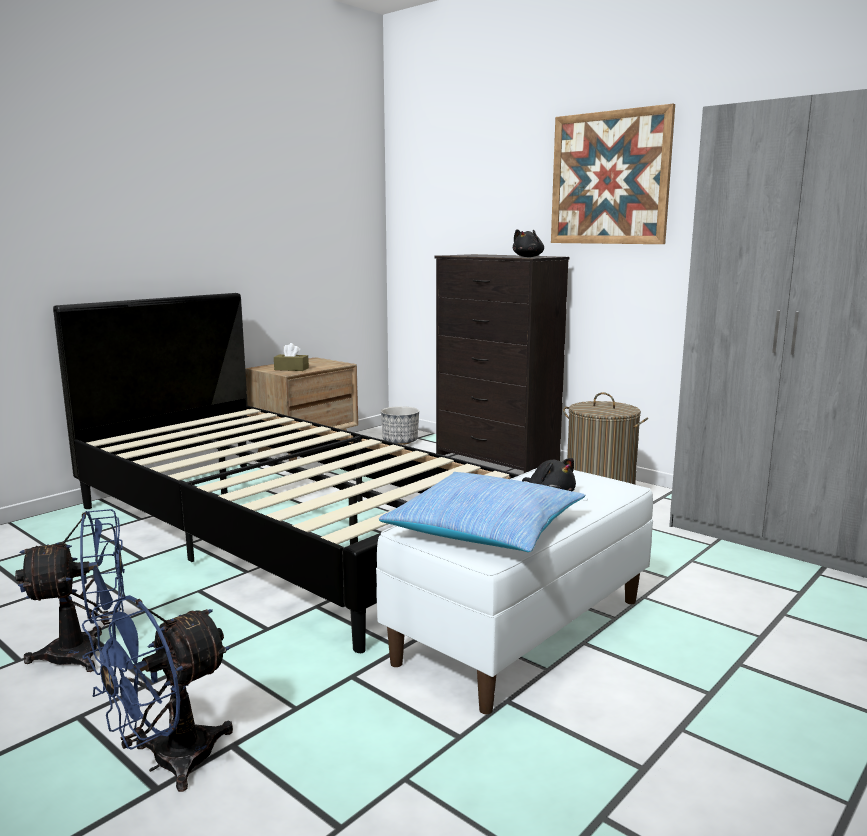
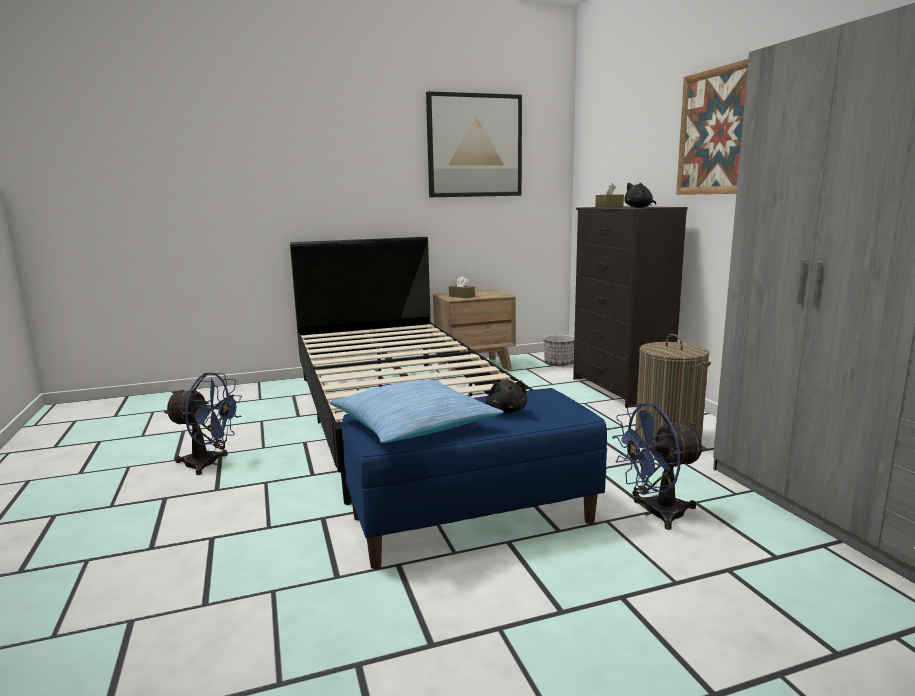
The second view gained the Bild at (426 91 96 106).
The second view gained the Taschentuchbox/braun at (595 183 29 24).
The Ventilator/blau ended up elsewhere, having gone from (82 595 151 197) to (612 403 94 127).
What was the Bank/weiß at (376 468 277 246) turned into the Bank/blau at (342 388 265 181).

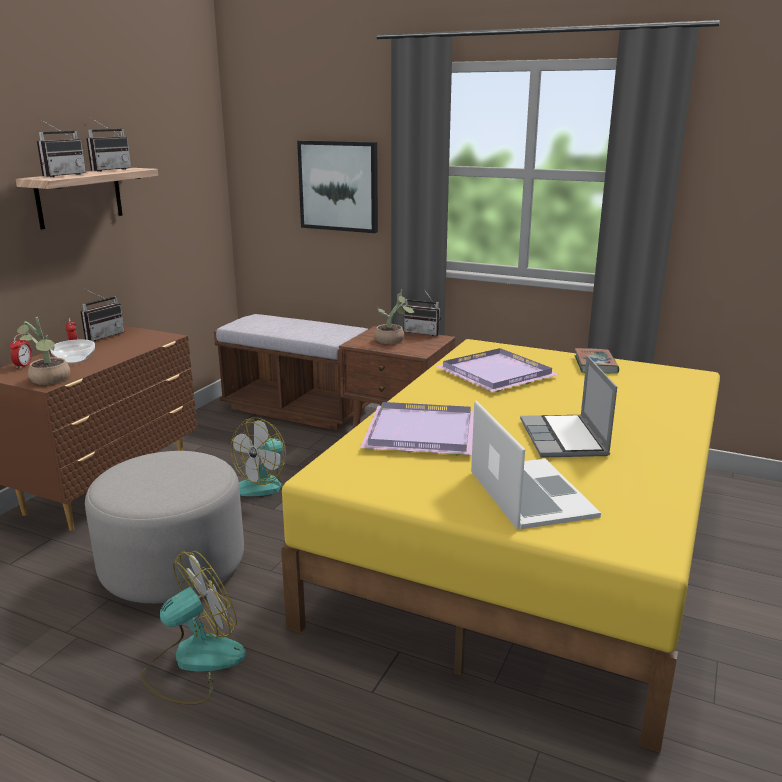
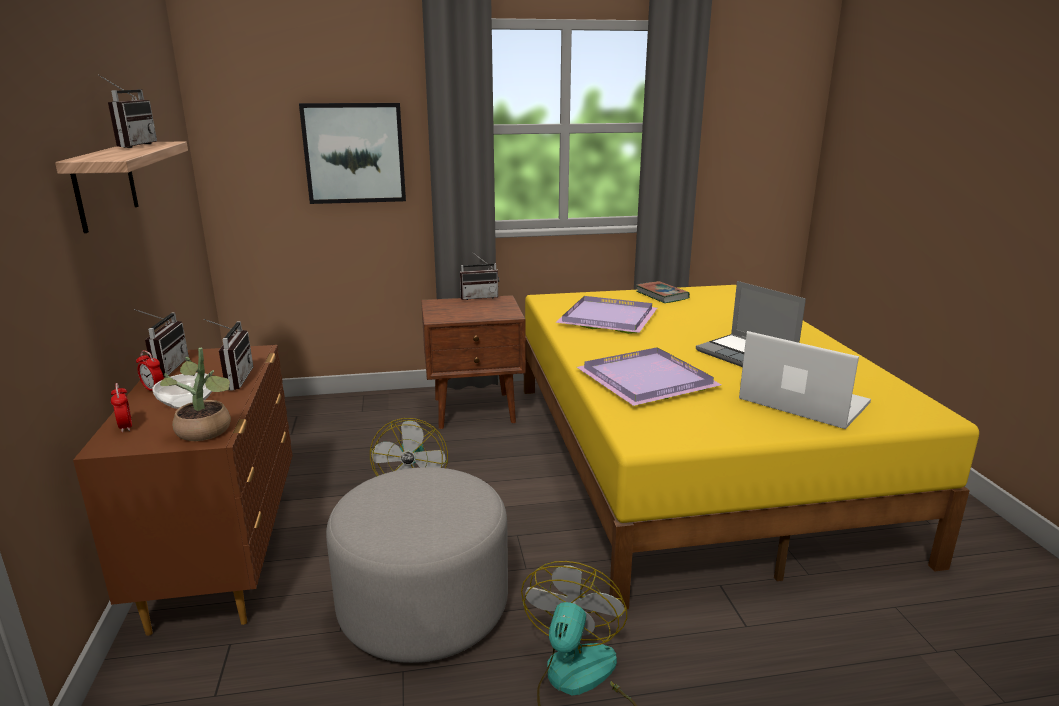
The second view lost the Bank/braun at (214 314 156 116).
The second view lost the Topfpflanze at (374 289 40 55).
The Radio ended up elsewhere, having gone from (37 119 49 58) to (204 319 49 71).

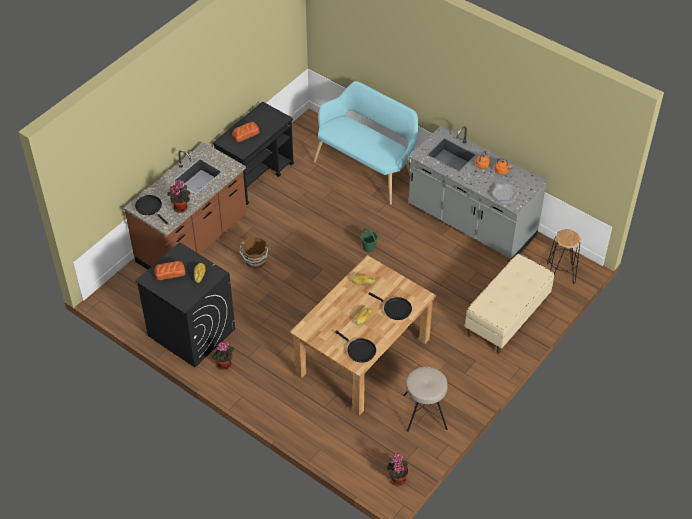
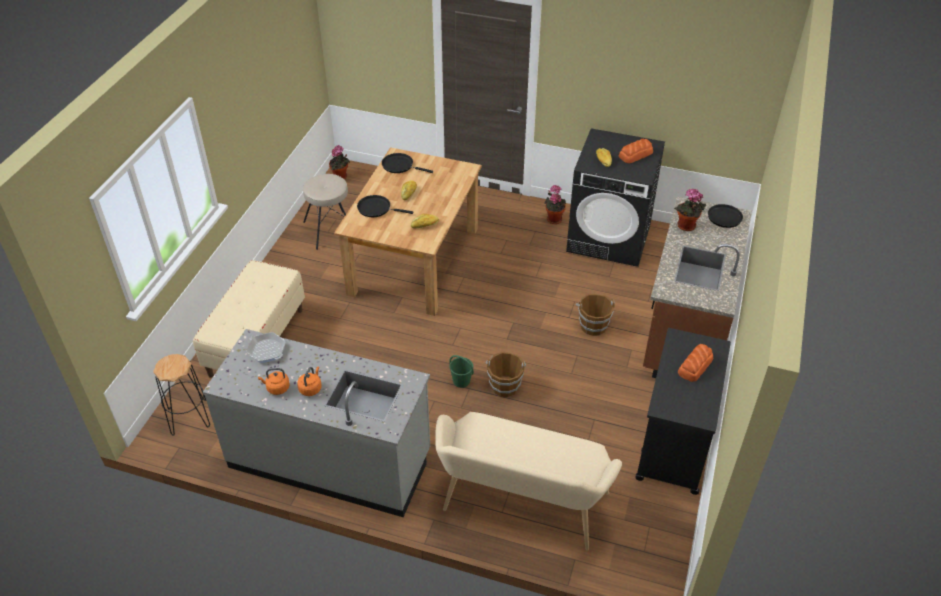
The second view gained the Eimer/braun at (486 352 40 45).
What was the Bank/türkis at (314 81 104 124) turned into the Bank/beige at (435 412 187 139).

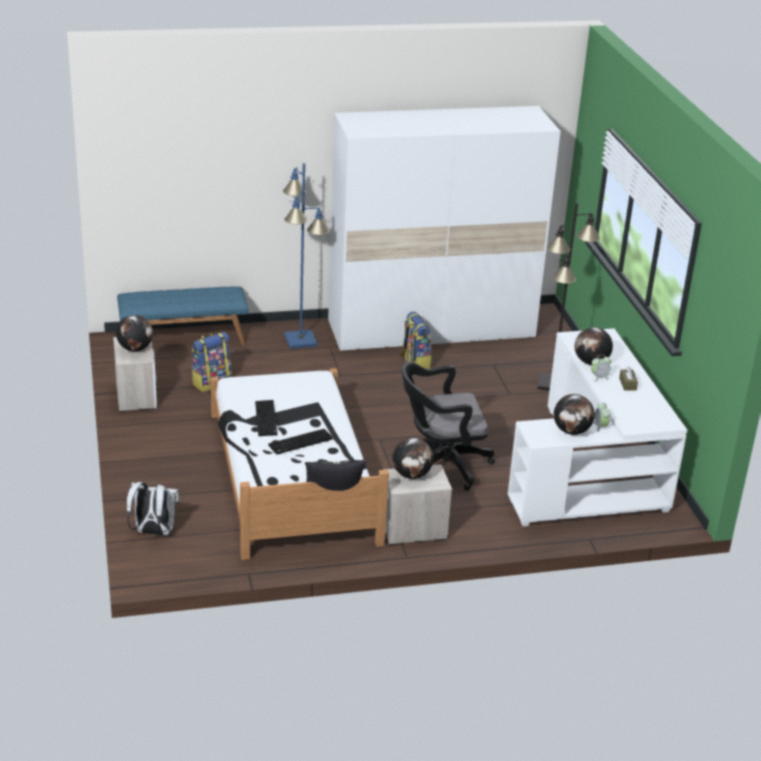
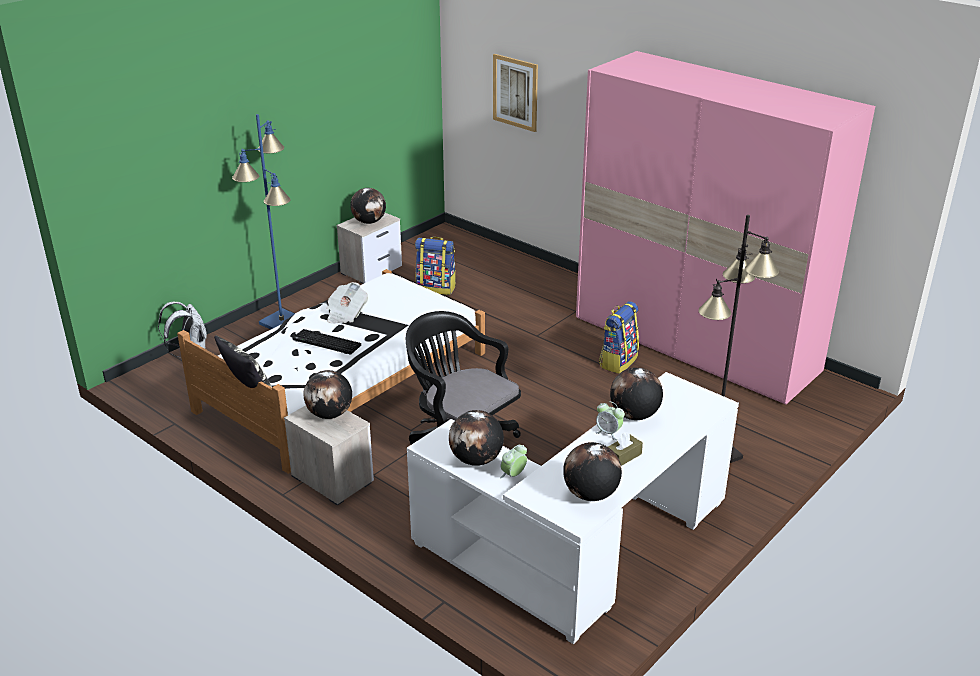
The second view lost the Bank/blau at (117 287 131 59).
The second view gained the Bild at (493 54 45 78).
The second view gained the Globus at (563 442 59 59).
The Stehlampe/blau ended up elsewhere, having gone from (283 163 47 186) to (232 114 63 216).
Where the Tastatur stood at (255 400 22 36), the Zeitung came to stand at (326 282 42 42).
What was the Kleiderschrank/weiß at (328 106 233 245) turned into the Kleiderschrank/rosa at (576 51 299 354).

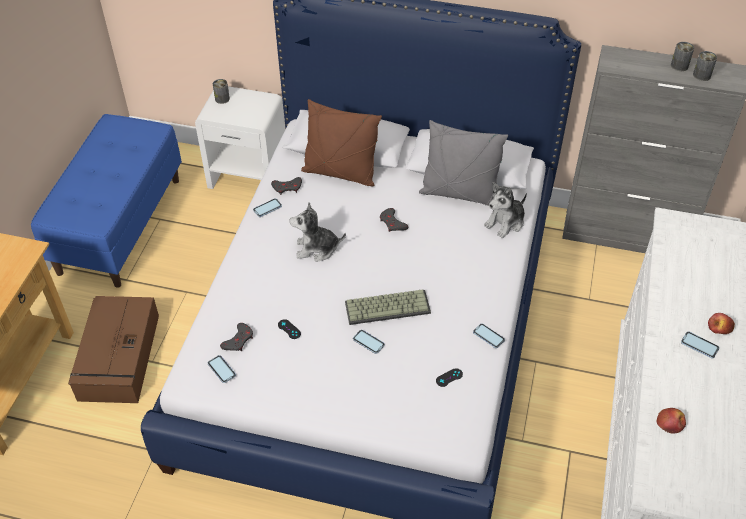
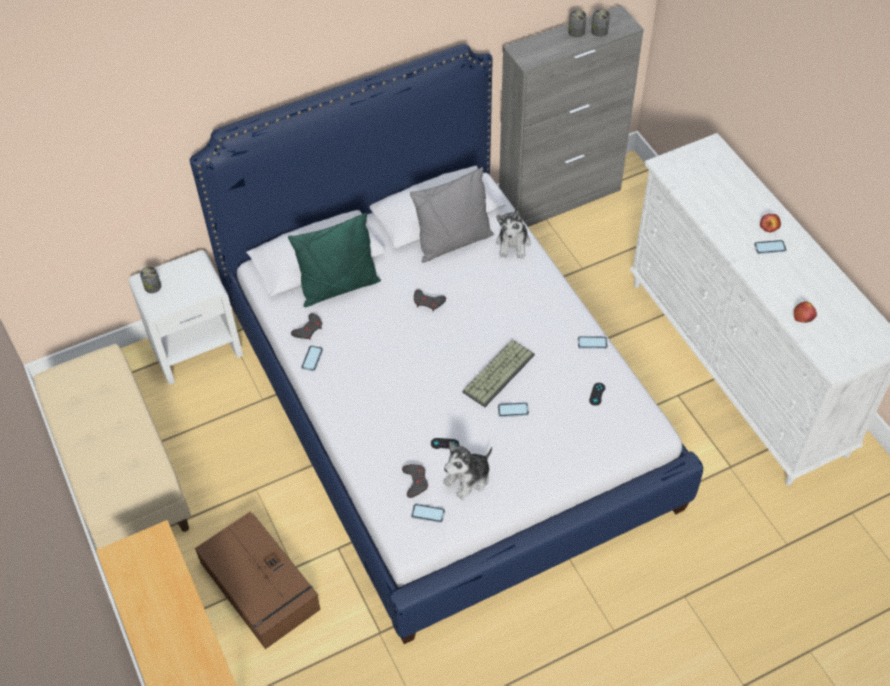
The Plüschtier ended up elsewhere, having gone from (289 202 57 60) to (443 441 49 59).
What was the Bank/blau at (31 114 151 174) turned into the Bank/beige at (33 344 158 205).
What was the Kissen/braun at (301 99 81 88) turned into the Kissen/grün at (288 213 93 94).

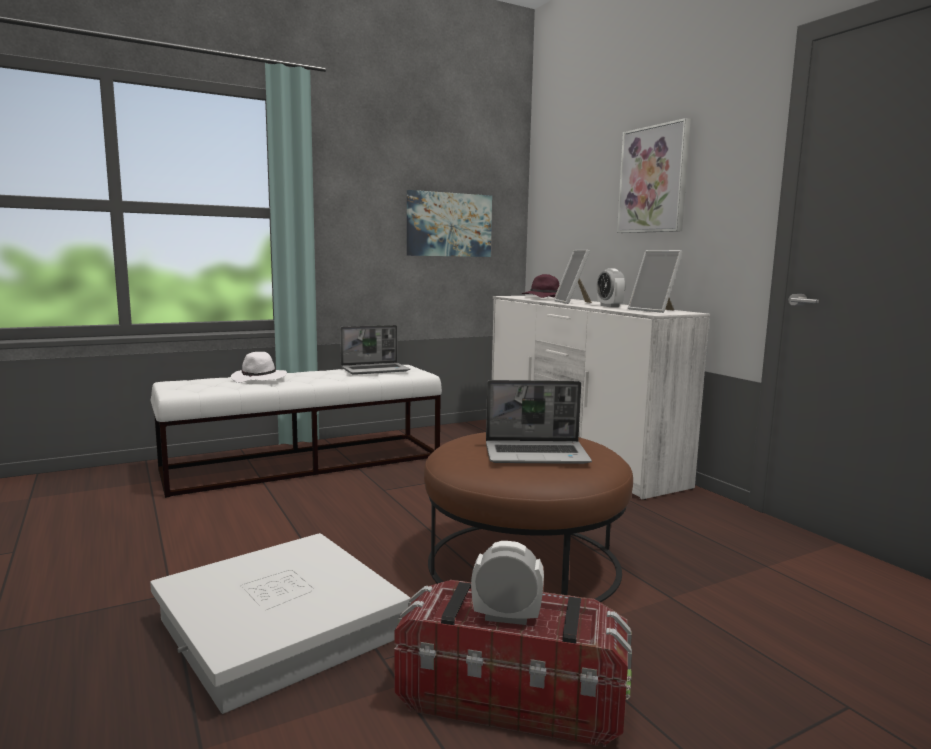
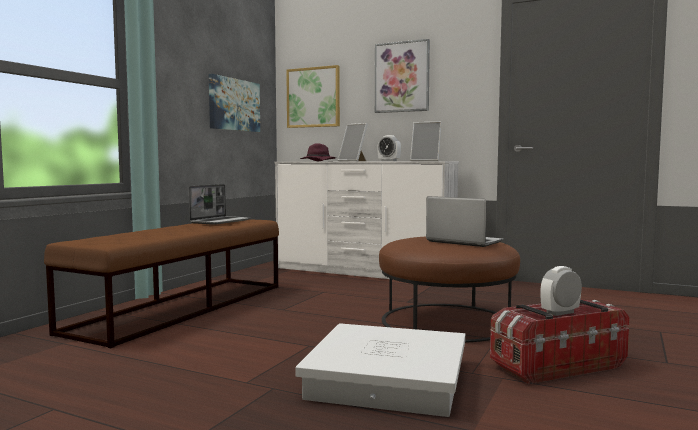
The second view lost the Hut/weiß at (231 352 56 31).
The second view gained the Bild at (286 65 54 63).
What was the Bank/weiß at (151 365 291 133) turned into the Bank/braun at (44 219 235 129).
The Laptop at (486 380 106 84) ended up facing another way, 105 degrees counterclockwise from before.

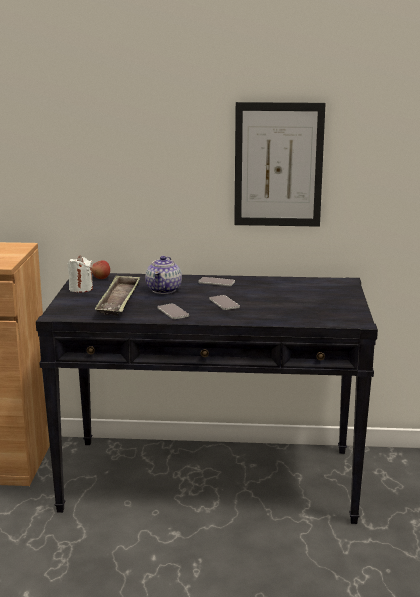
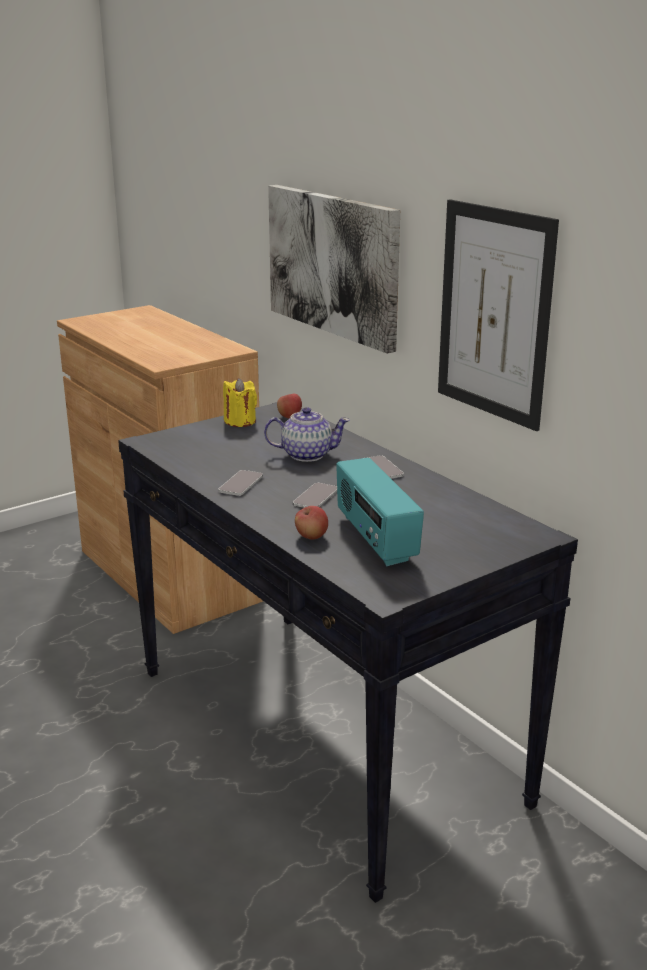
The second view lost the Tablett at (95 275 45 41).
The second view gained the Bild at (268 185 132 169).
The second view gained the Apfel at (295 506 33 33).
The second view gained the Radio at (336 458 88 108).
What was the Kerze/weiß at (68 255 25 38) turned into the Kerze/gelb at (223 378 34 49).
The Teekanne at (145 256 37 38) ended up facing another way, 150 degrees counterclockwise from before.

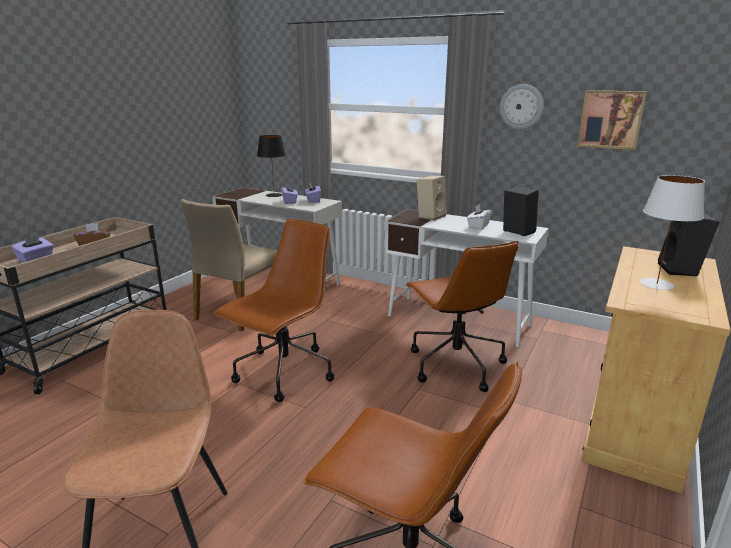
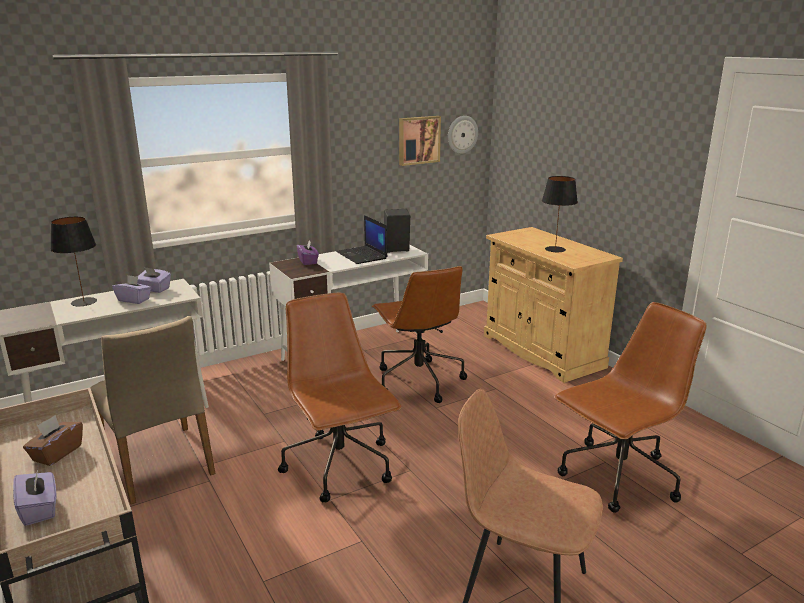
The second view lost the Lautsprecher/schwarz at (658 212 62 64).
The Wanduhr ended up elsewhere, having gone from (500 84 44 45) to (448 116 30 38).
Where the Lautsprecher/beige stood at (417 176 30 45), the Taschentuchbox/lila came to stand at (297 241 22 24).
Where the Taschentuchbox/weiß stood at (467 204 25 26), the Laptop came to stand at (336 215 51 49).
What was the Tischlampe/weiß at (640 175 65 115) turned into the Tischlampe/schwarz at (542 176 36 76).
The Bürostuhl/braun at (405 241 114 151) ended up facing another way, 60 degrees clockwise from before.

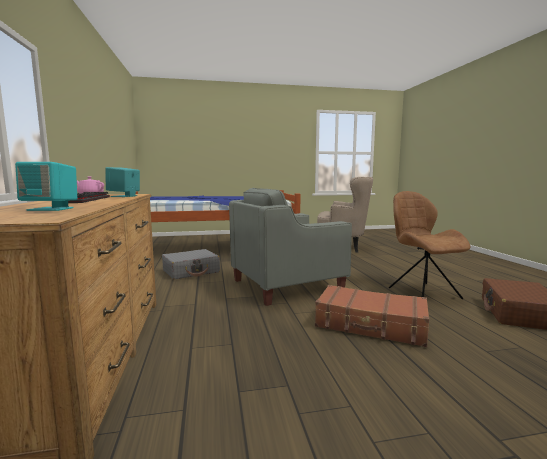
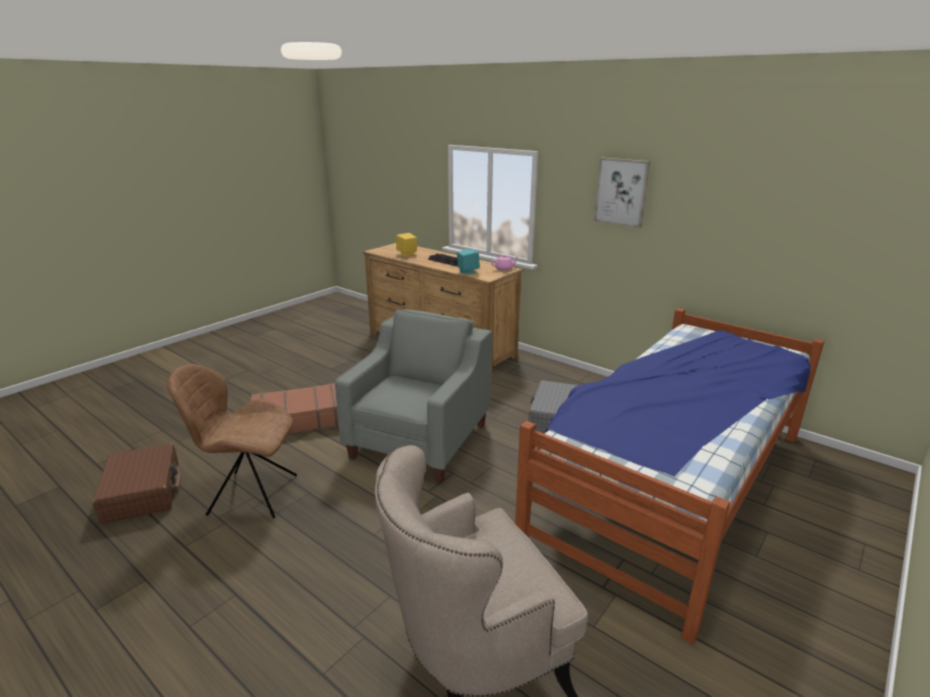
The second view gained the Bild at (594 158 56 70).
What was the Lautsprecher/türkis at (15 162 62 49) turned into the Lautsprecher/gelb at (396 233 21 23).
The Stuhl/braun at (389 191 82 108) ended up facing another way, 150 degrees clockwise from before.

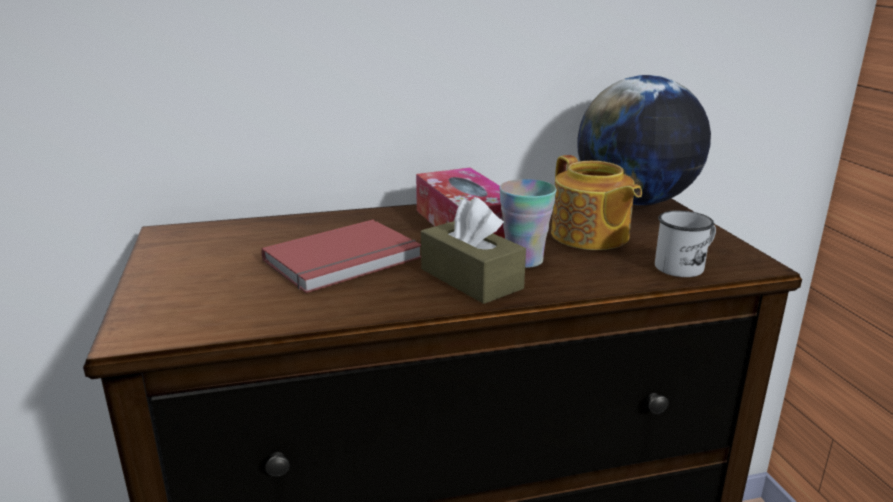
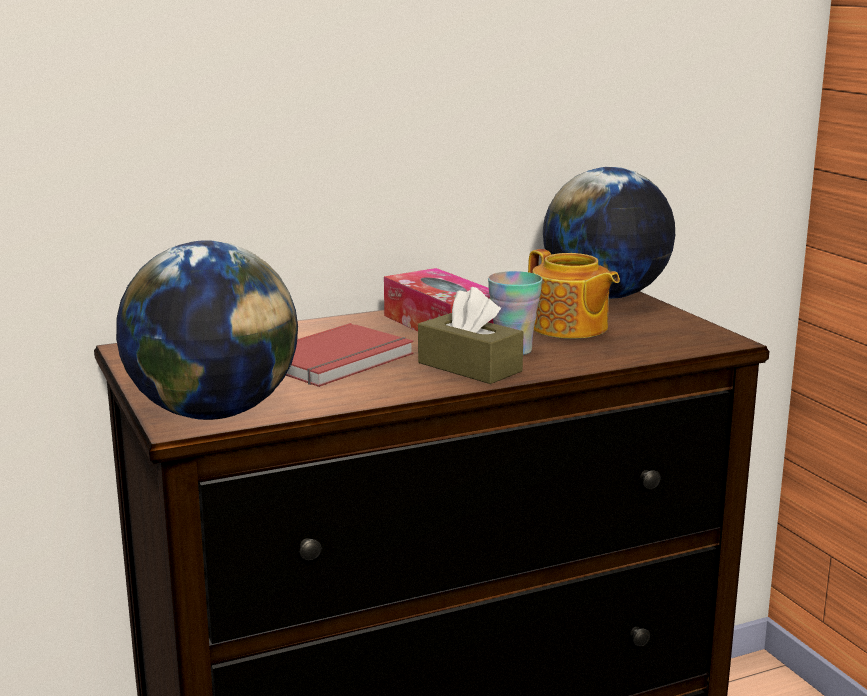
The second view lost the Henkelbecher/weiß at (655 210 61 67).
The second view gained the Globus at (116 240 182 180).

